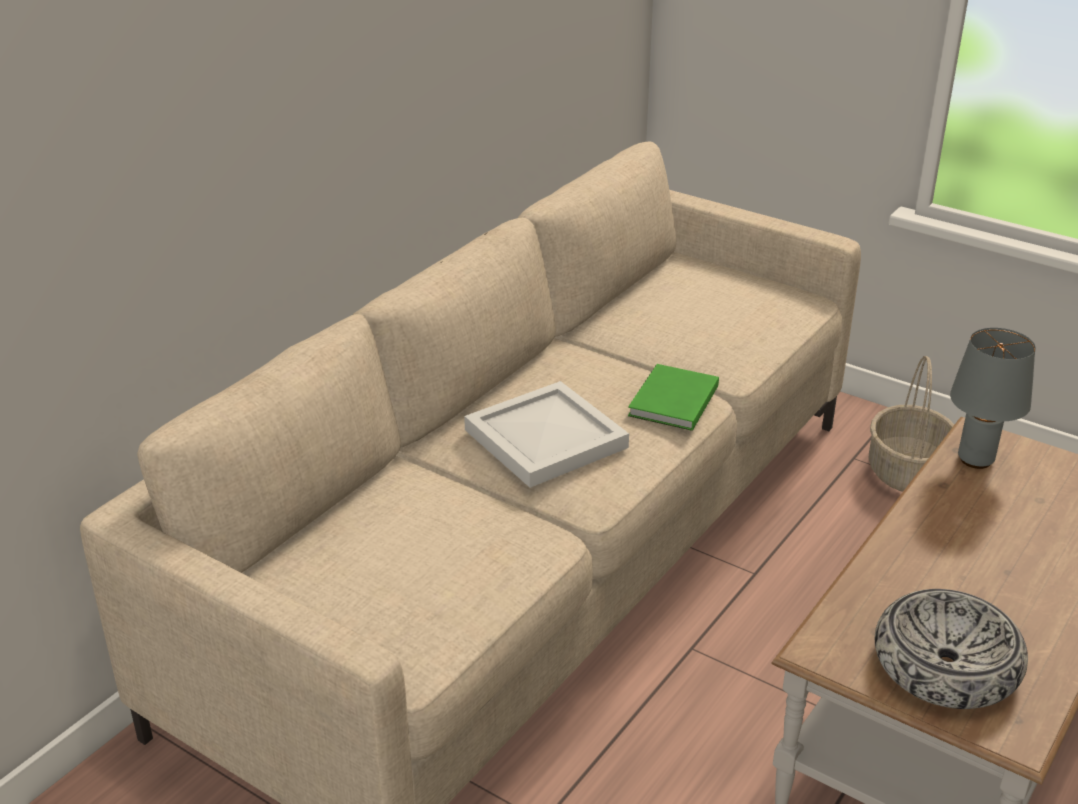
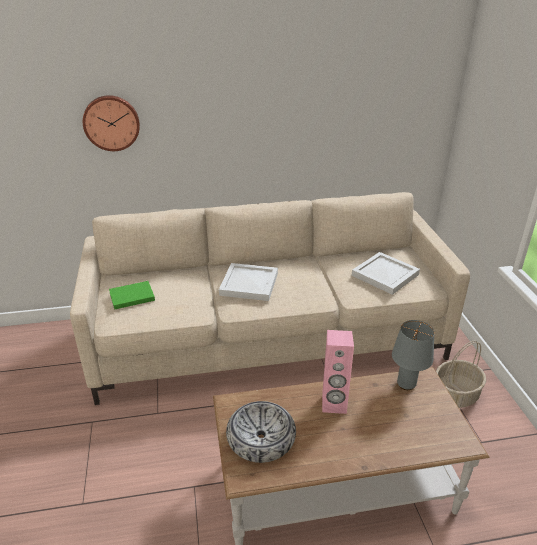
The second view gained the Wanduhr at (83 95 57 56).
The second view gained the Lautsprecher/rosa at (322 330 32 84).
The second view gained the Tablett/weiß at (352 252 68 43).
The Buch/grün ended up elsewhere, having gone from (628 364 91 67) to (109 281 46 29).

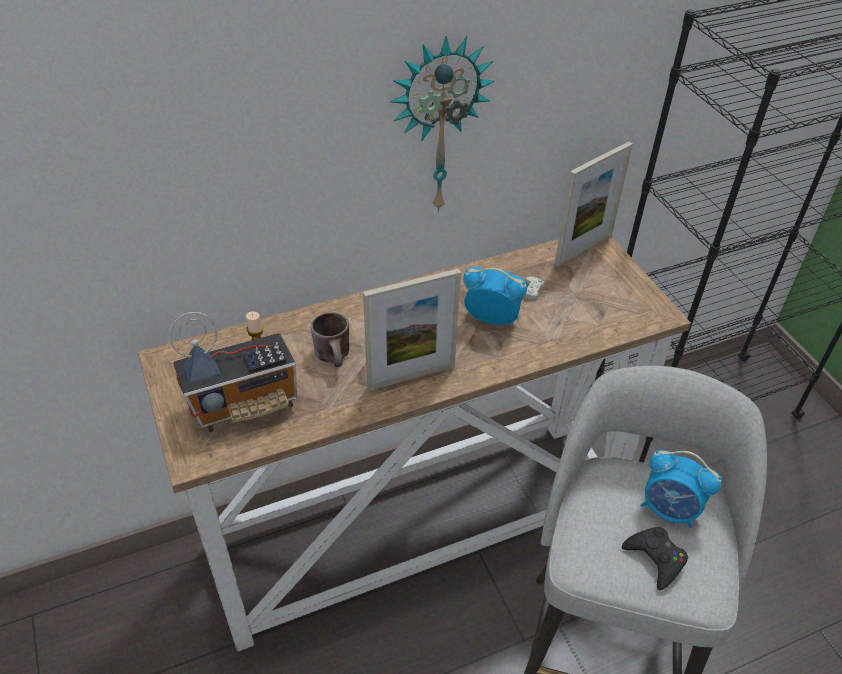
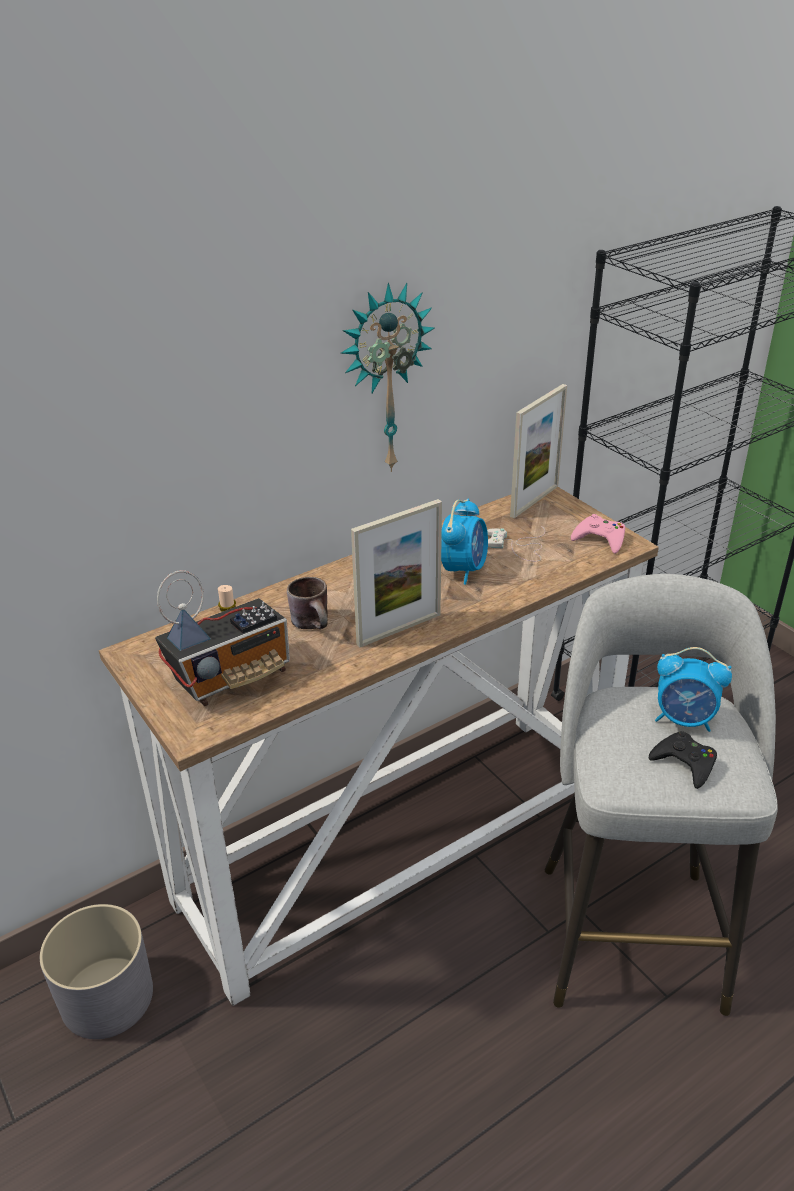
The second view gained the Pflanzkübel/grau at (40 904 113 135).
The second view gained the Gamepad/rosa at (571 514 54 40).
The Wecker at (463 267 64 58) ended up facing another way, 105 degrees clockwise from before.

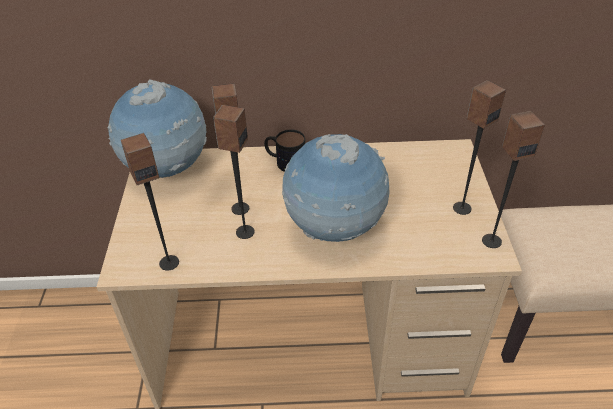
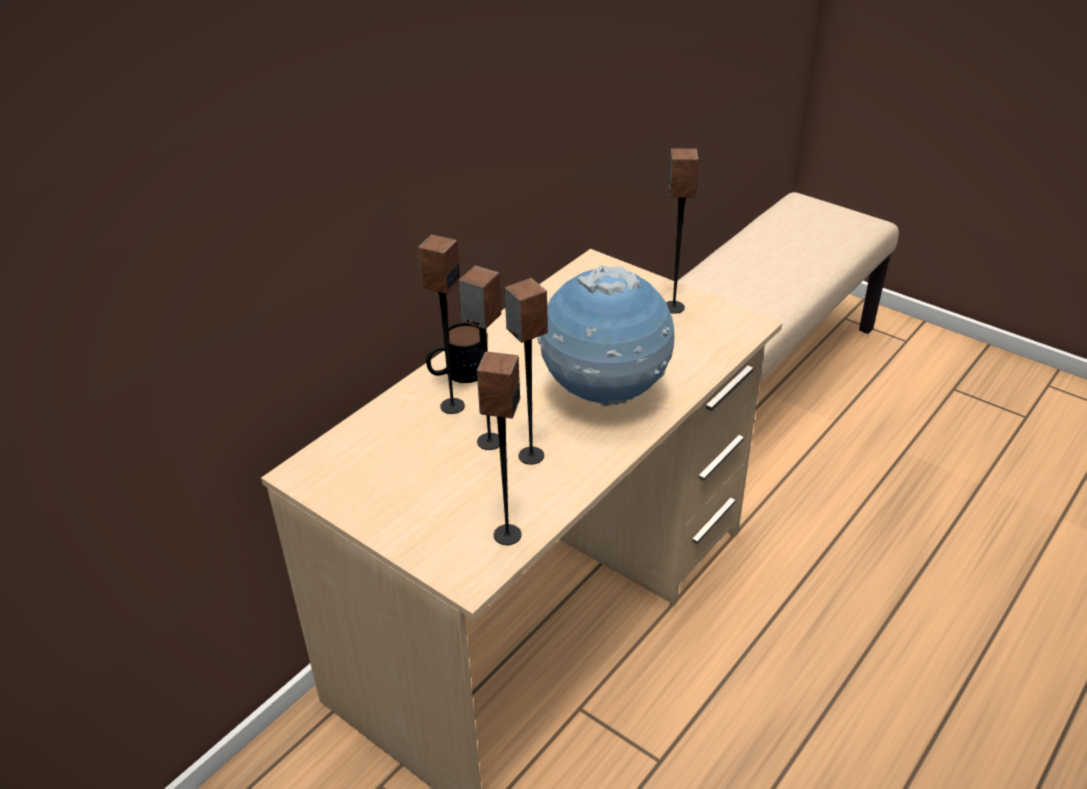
The second view lost the Globus at (108 79 99 99).
The Lautsprecher ended up elsewhere, having gone from (482 111 63 137) to (418 234 47 180).

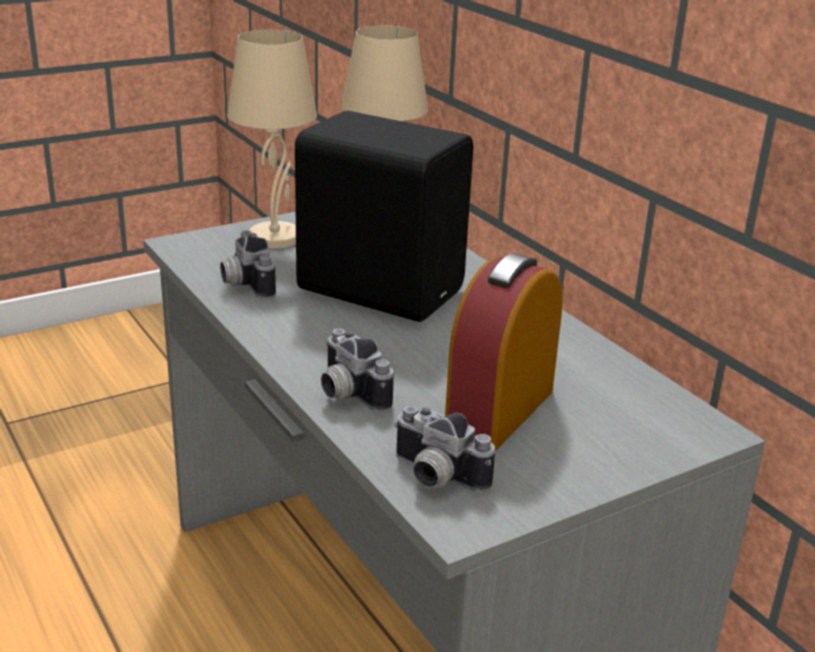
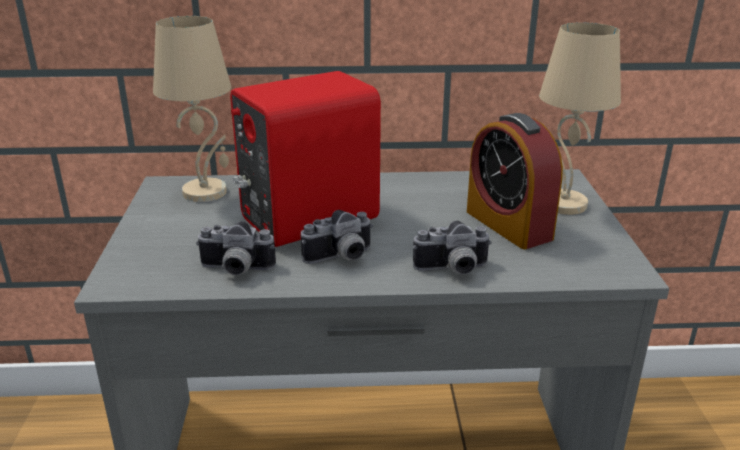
The Tischlampe/beige ended up elsewhere, having gone from (227 30 90 219) to (539 22 82 193).
The Kamera ended up elsewhere, having gone from (394 406 101 87) to (301 210 72 54).
What was the Lautsprecher/schwarz at (295 111 178 211) turned into the Lautsprecher/rot at (230 71 151 176).

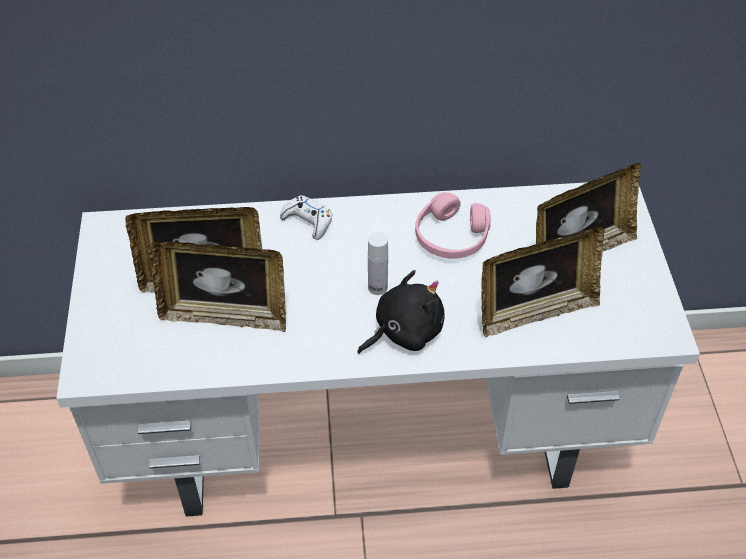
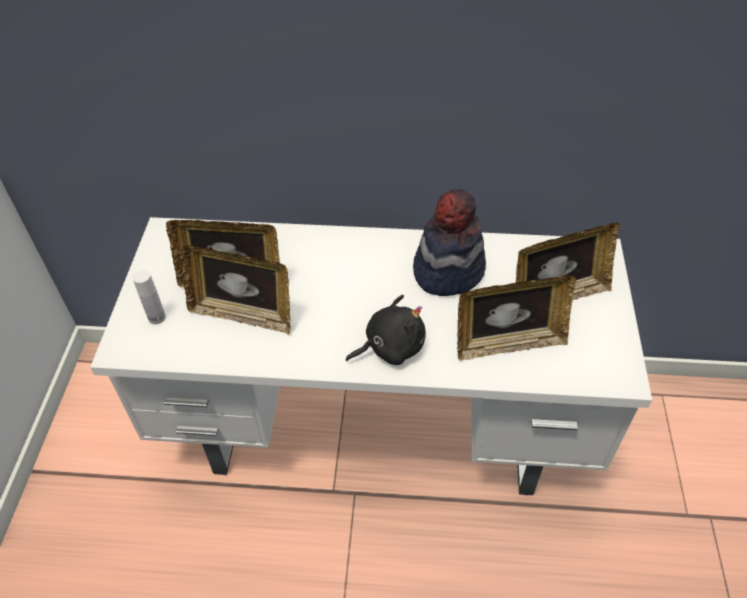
The second view lost the Gamepad/weiß at (280 195 53 45).
The Flasche/weiß ended up elsewhere, having gone from (368 232 20 63) to (133 270 33 54).
Where the Kopfhörer/rosa stood at (415 192 76 67), the Hut came to stand at (413 189 73 107).

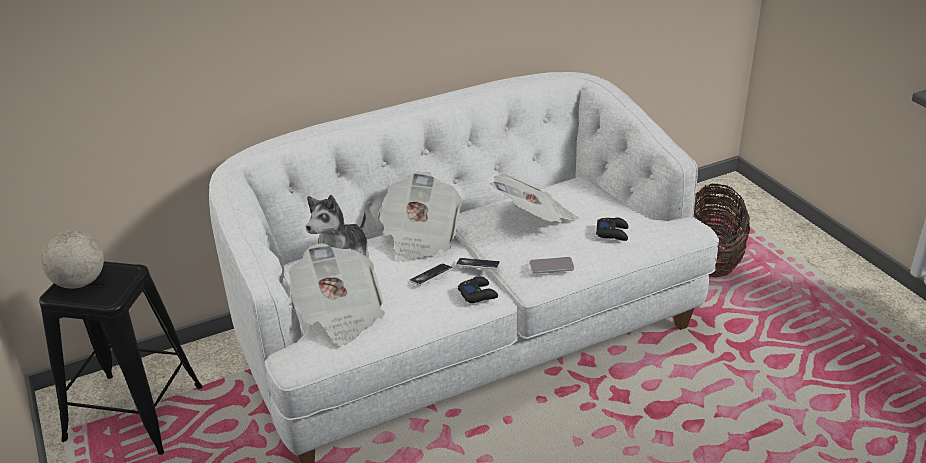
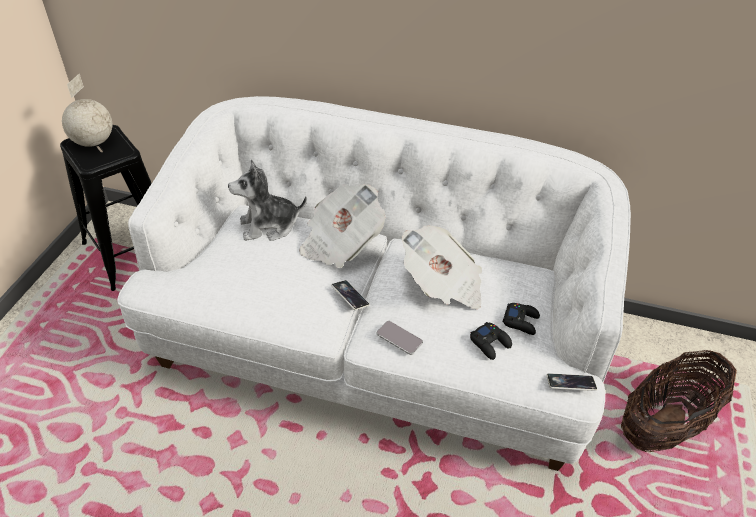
The second view lost the Zeitung at (289 243 96 102).
The Handy ended up elsewhere, having gone from (409 263 44 23) to (546 373 51 18).
The Gamepad/schwarz ended up elsewhere, having gone from (458 276 40 27) to (503 303 37 32).

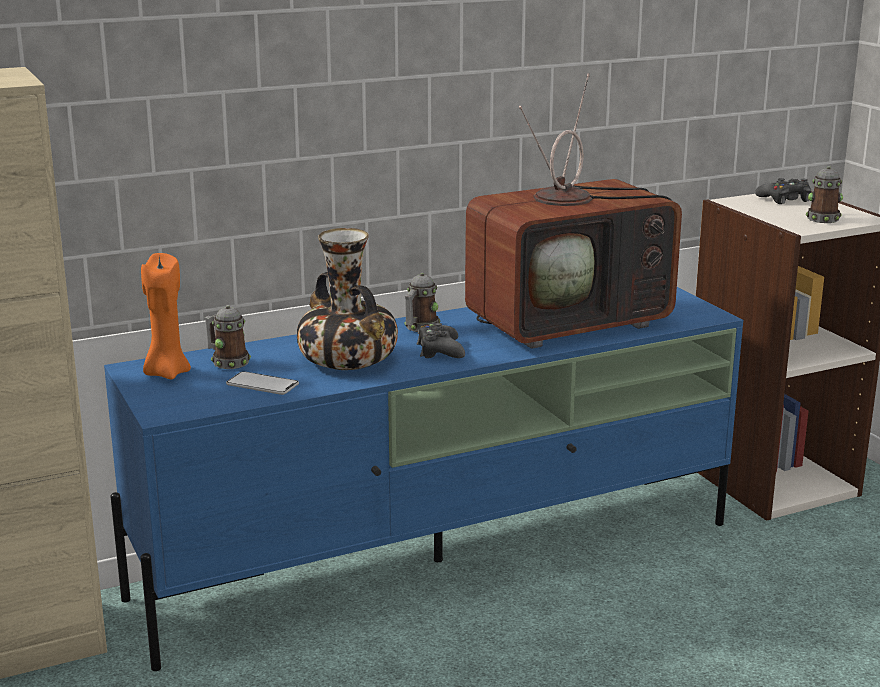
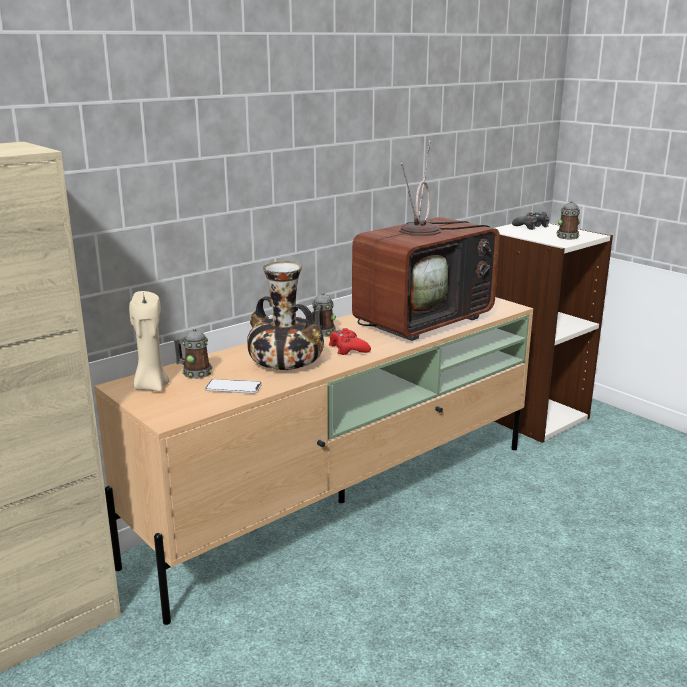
What was the Fernsehschrank/blau at (104 287 639 384) turned into the Fernsehschrank/beige at (95 297 438 328).
What was the Kerze/orange at (141 253 50 127) turned into the Kerze/beige at (129 291 40 100).
What was the Gamepad/schwarz at (417 323 48 35) turned into the Gamepad/rot at (329 328 42 27).

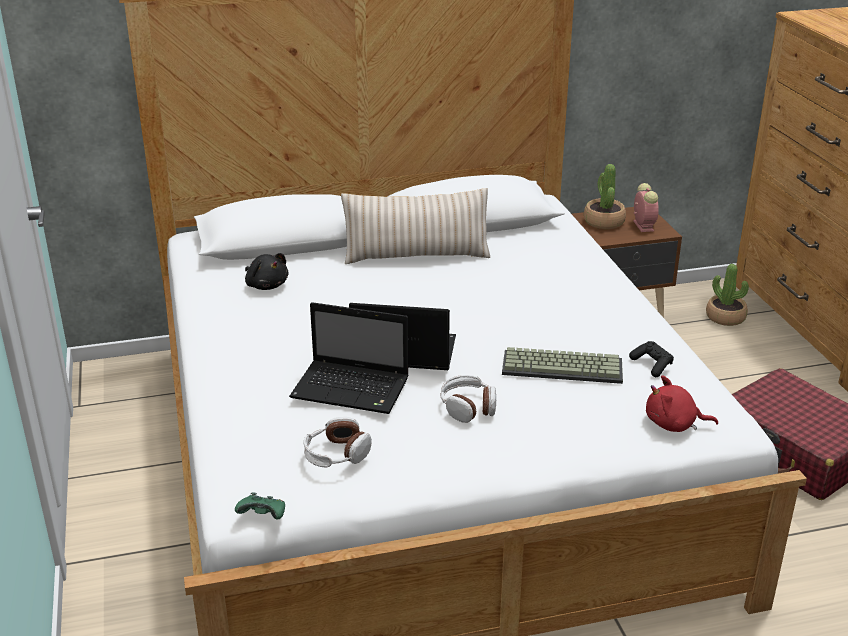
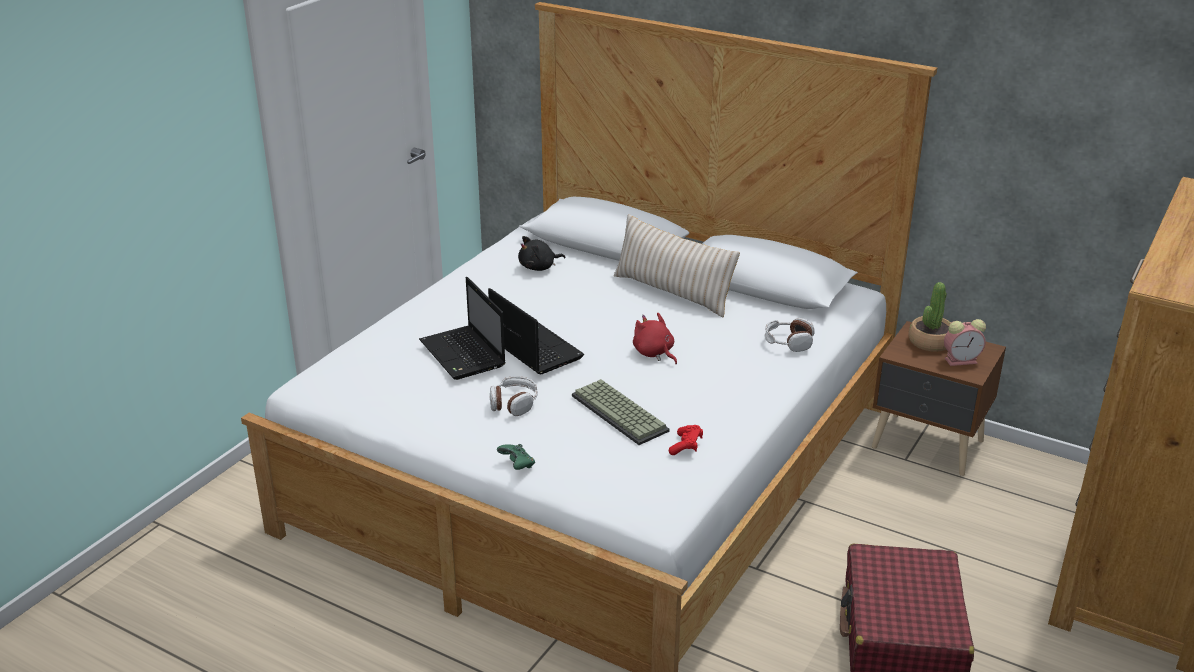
The second view lost the Topfpflanze at (706 264 43 62).
The Gamepad/grün ended up elsewhere, having gone from (235 492 50 28) to (497 444 38 26).
The Kopfhörer ended up elsewhere, having gone from (303 417 69 51) to (765 318 50 34).
The Plüschtier/rot ended up elsewhere, having gone from (646 375 72 57) to (633 313 44 51).
What was the Gamepad/schwarz at (629 341 45 36) turned into the Gamepad/rot at (669 425 34 30).
The Plüschtier/schwarz at (245 253 43 37) ended up facing another way, 60 degrees clockwise from before.
The Wecker at (634 183 25 49) ended up facing another way, 45 degrees clockwise from before.

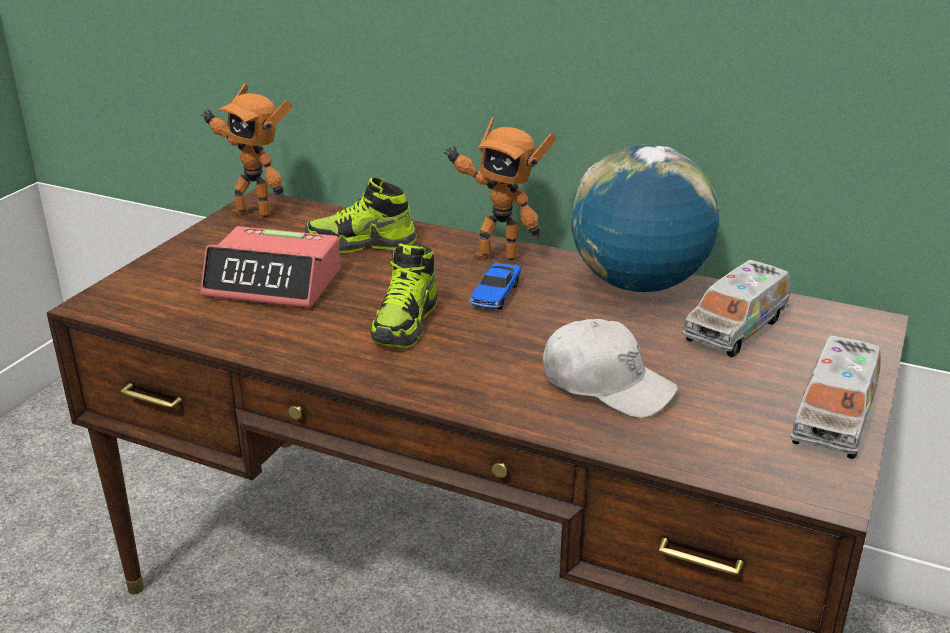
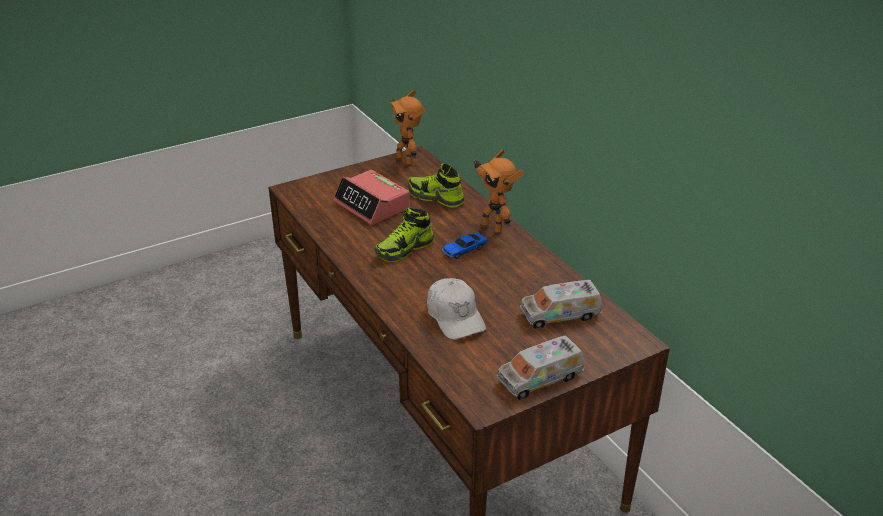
The second view lost the Globus at (571 145 148 147).

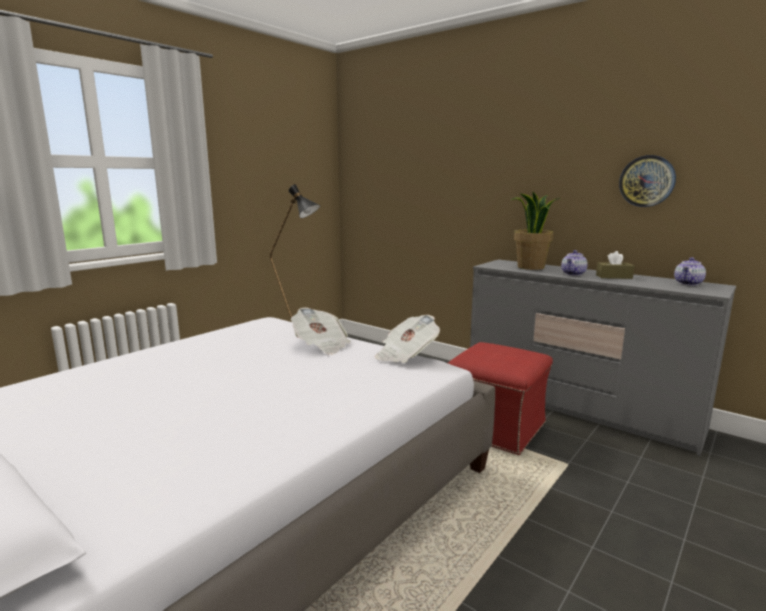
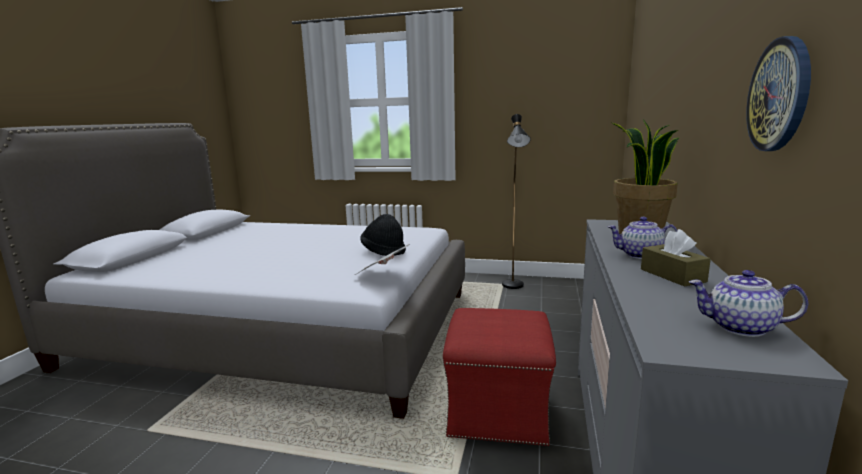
Where the Zeitung stood at (291 308 60 47), the Hut/schwarz came to stand at (360 214 46 42).

